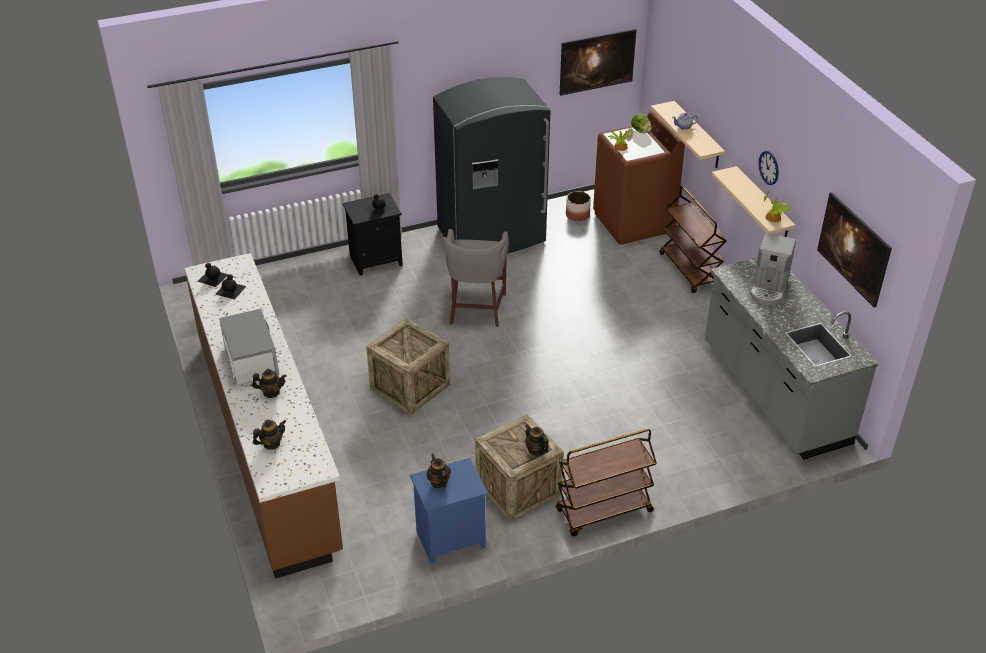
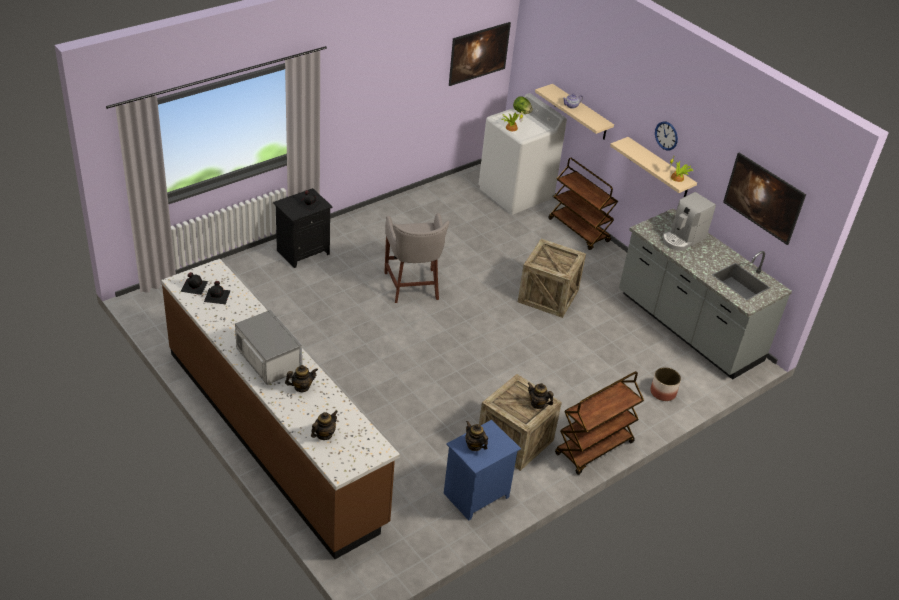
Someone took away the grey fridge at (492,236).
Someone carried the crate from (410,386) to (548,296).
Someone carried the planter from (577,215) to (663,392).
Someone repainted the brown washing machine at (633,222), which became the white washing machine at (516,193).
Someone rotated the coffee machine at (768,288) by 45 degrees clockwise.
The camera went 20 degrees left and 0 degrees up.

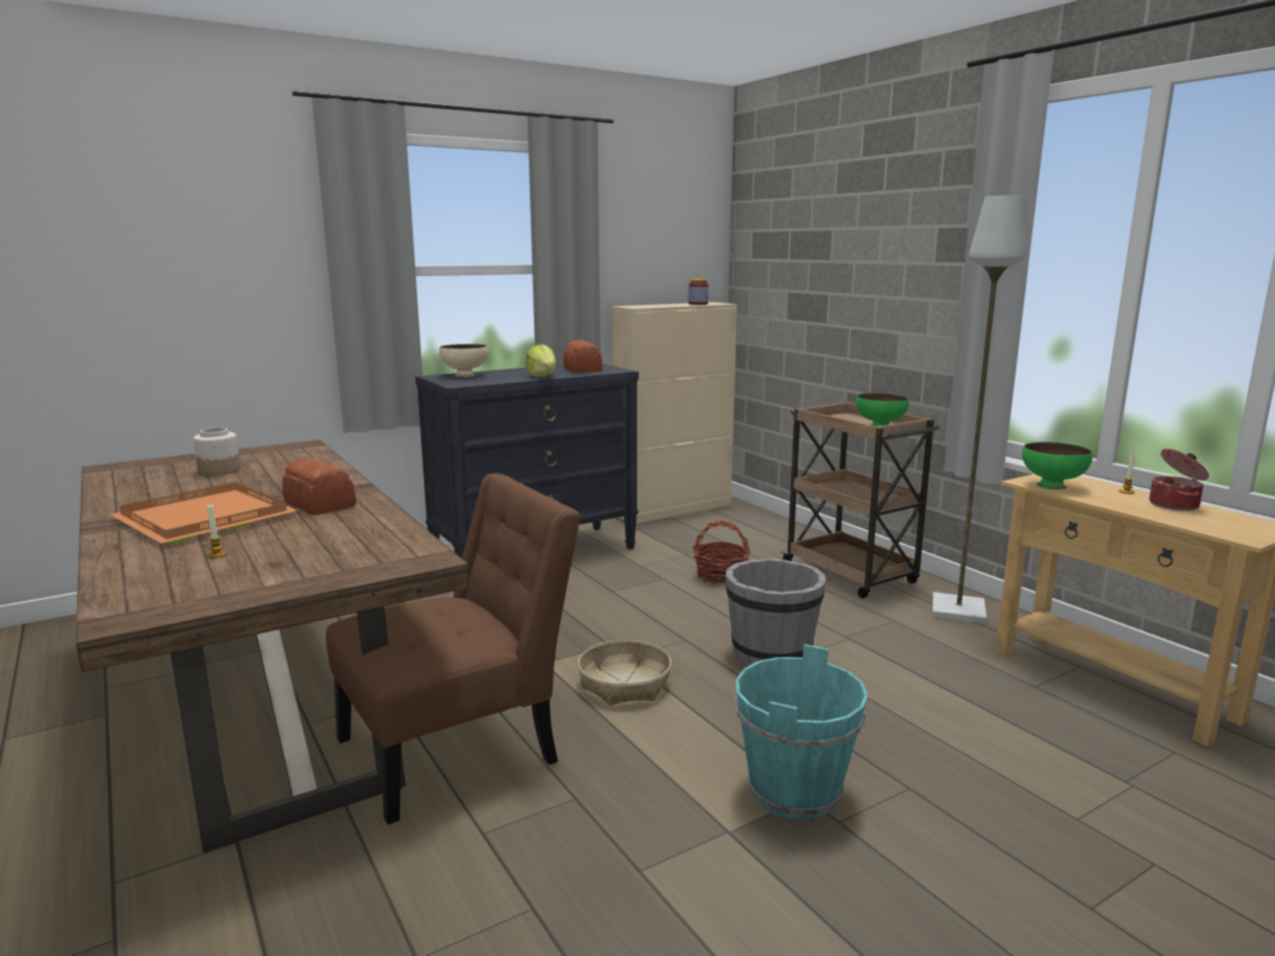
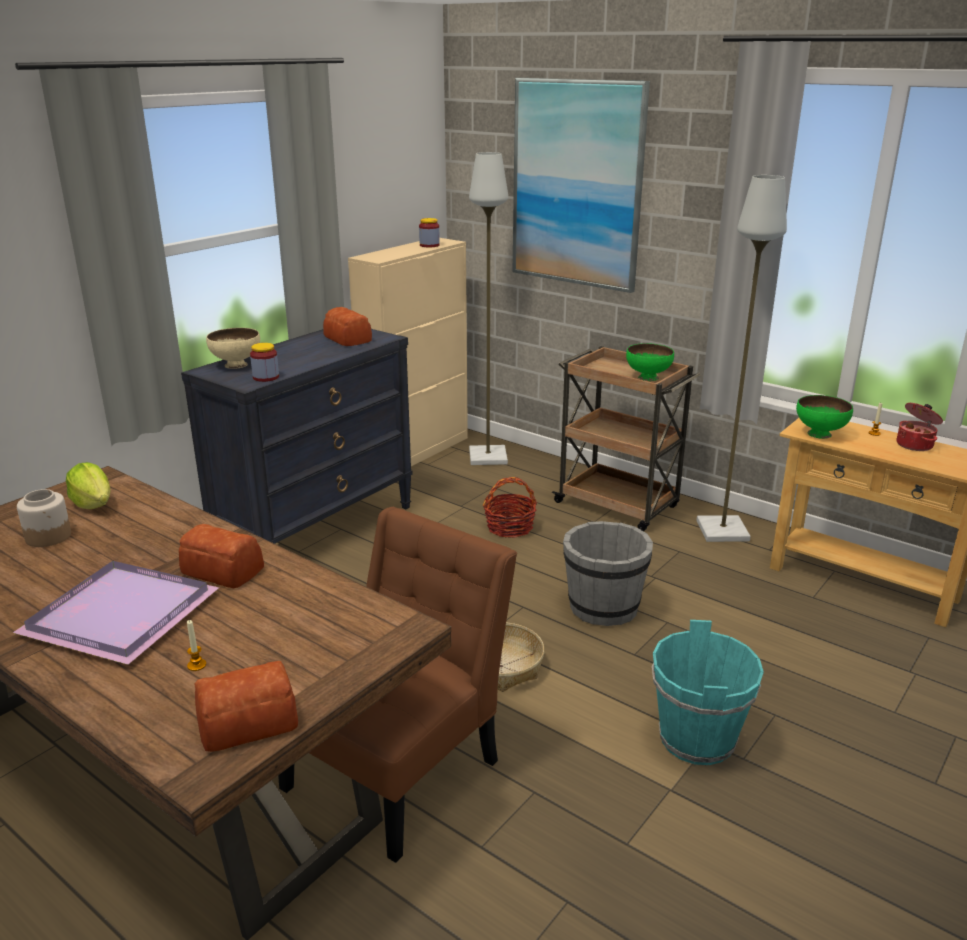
Someone put down the bread at (245,722).
Someone put down the jar at (266,377).
Someone put down the grey floor lamp at (487,457).
Someone put up the picture at (577,184).
Someone carried the lettuce from (542,376) to (93,504).
Someone repainted the orange tray at (206,517), which became the purple tray at (120,613).
The camera went 20 degrees left and 10 degrees up.

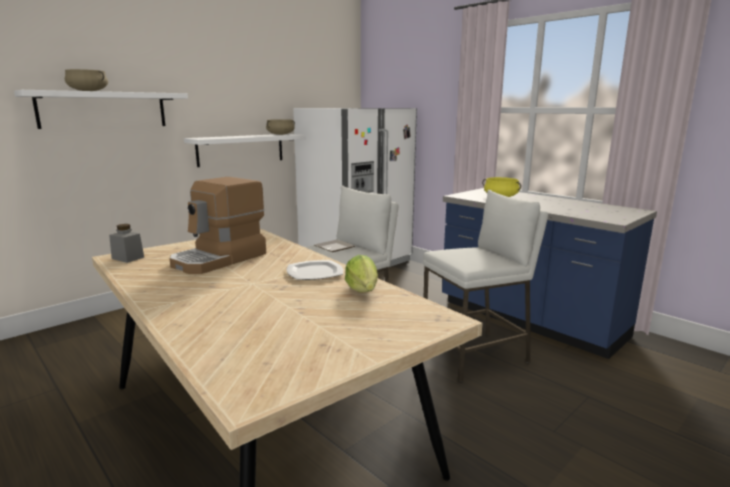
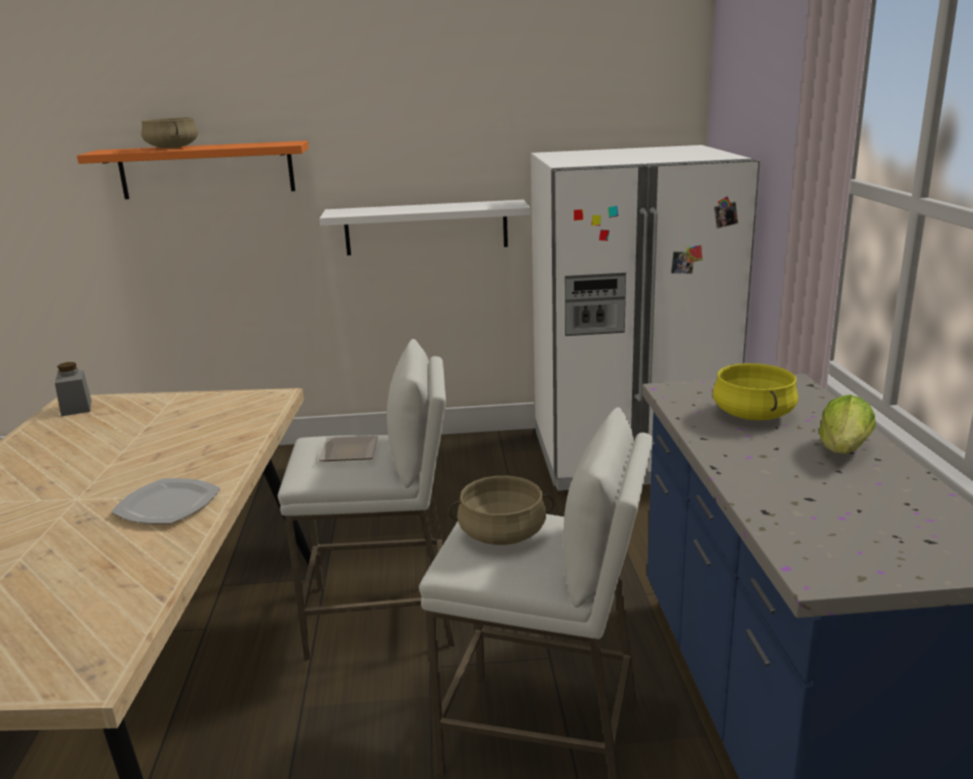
Someone took away the coffee machine at (220,259).
Someone carried the beige cooking pot from (280,134) to (502,534).
Someone carried the lettuce from (363,290) to (843,450).
Someone repainted the white shelf at (104,110), which became the orange shelf at (207,170).
The camera went 40 degrees right and 5 degrees up.

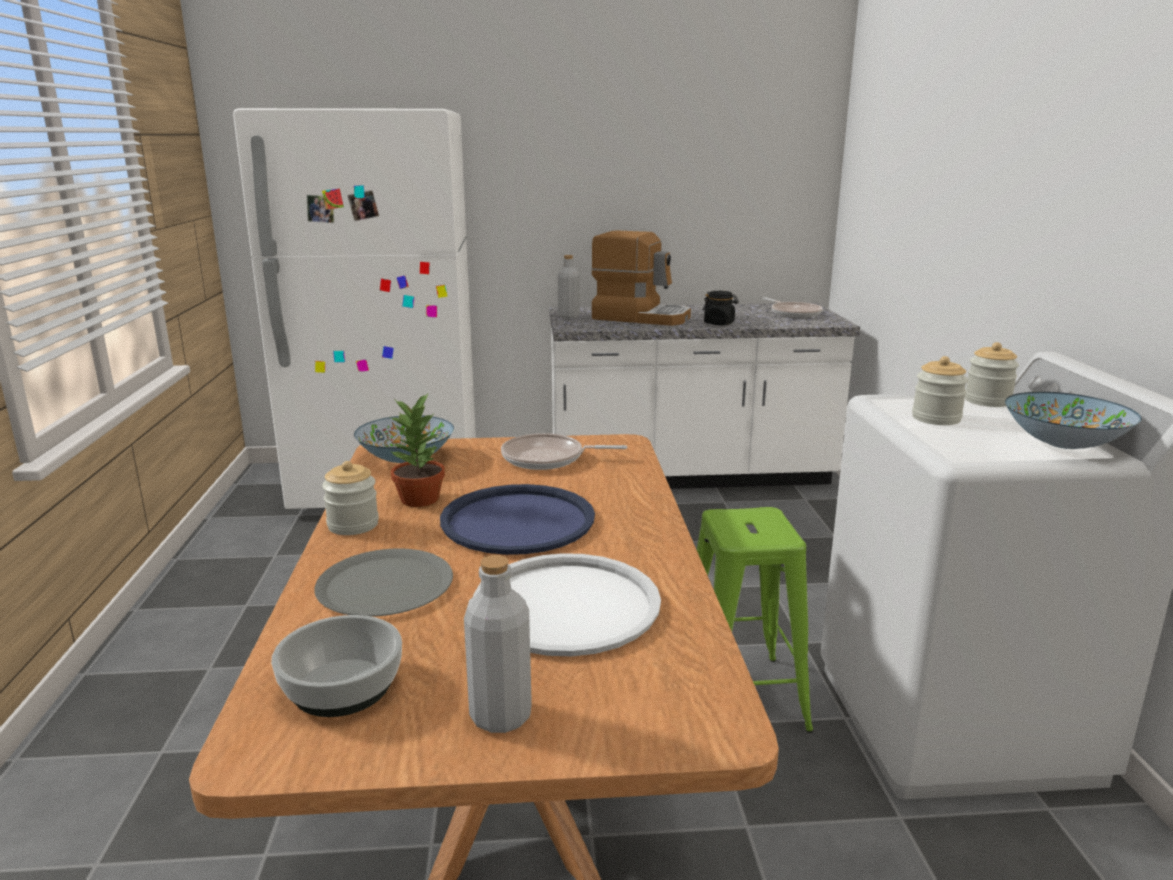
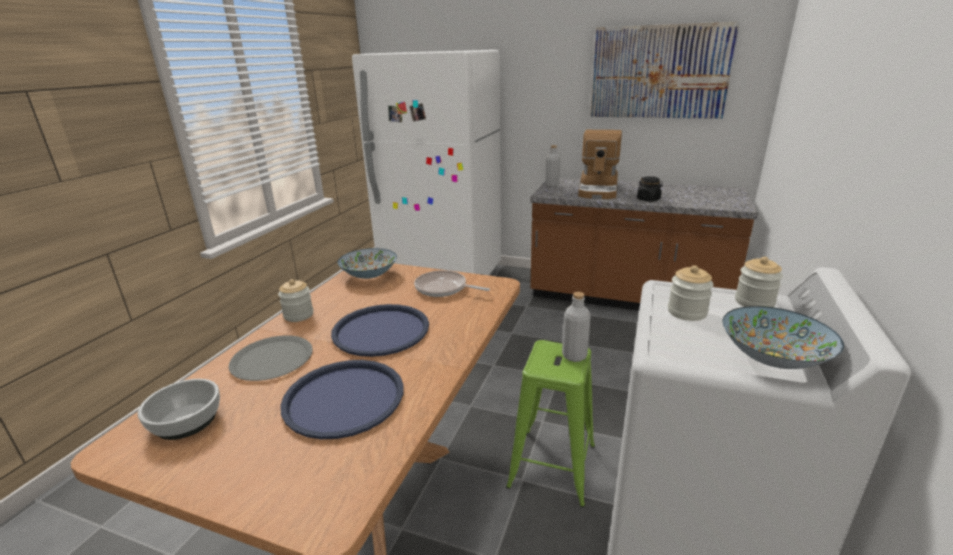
Someone took away the potted plant at (421,499).
Someone took away the frying pan at (793,313).
Someone put up the picture at (659,72).
Someone carried the grey bottle from (500,716) to (574,356).
Someone repainted the white tray at (566,605), which became the blue tray at (344,398).
Someone repainted the white counter at (689,475), which became the brown counter at (626,298).
Someone rotated the coffee machine at (641,317) by 60 degrees clockwise.
The camera went 25 degrees right and 5 degrees up.

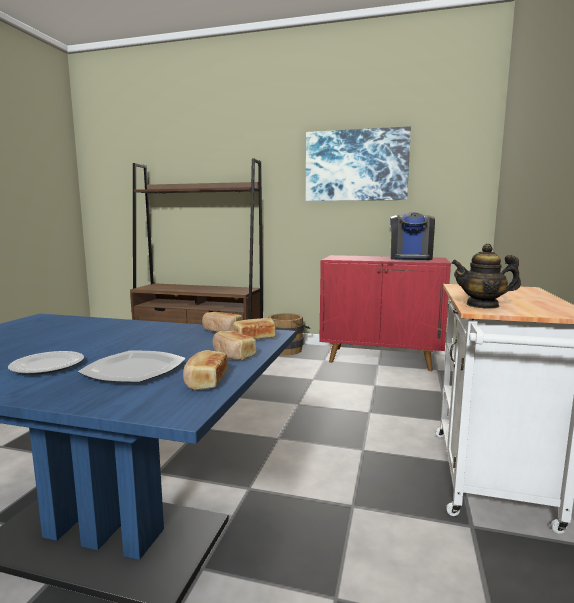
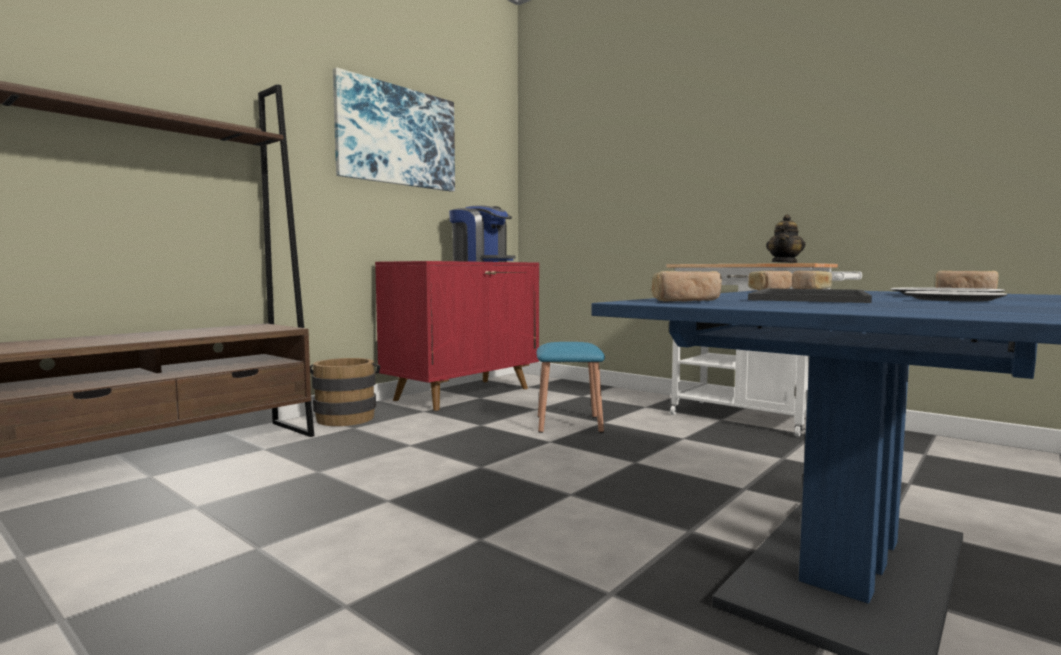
Someone put down the blue stool at (569,424).
Someone put down the tray at (806,297).
Someone carried the bread from (233,355) to (686,300).
The camera went 65 degrees left and 5 degrees down.

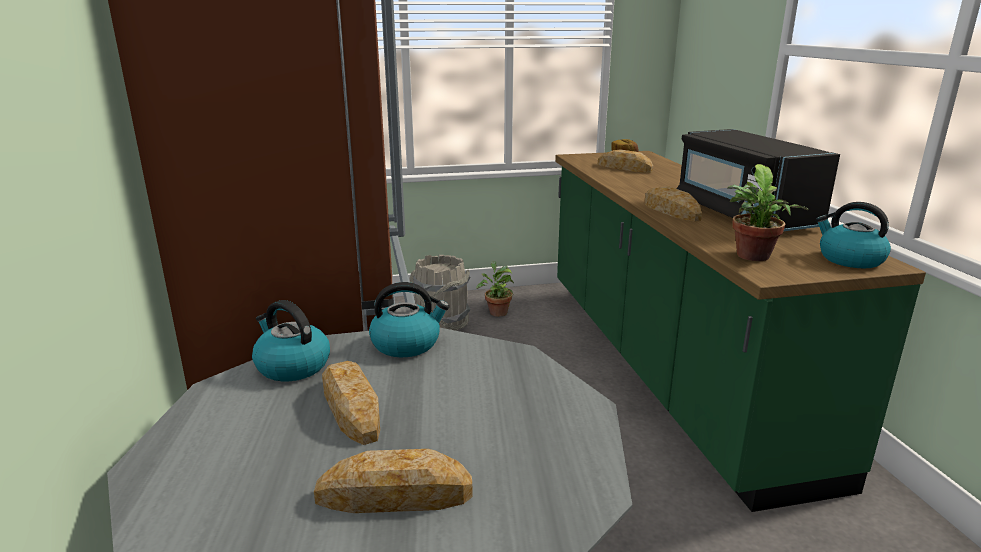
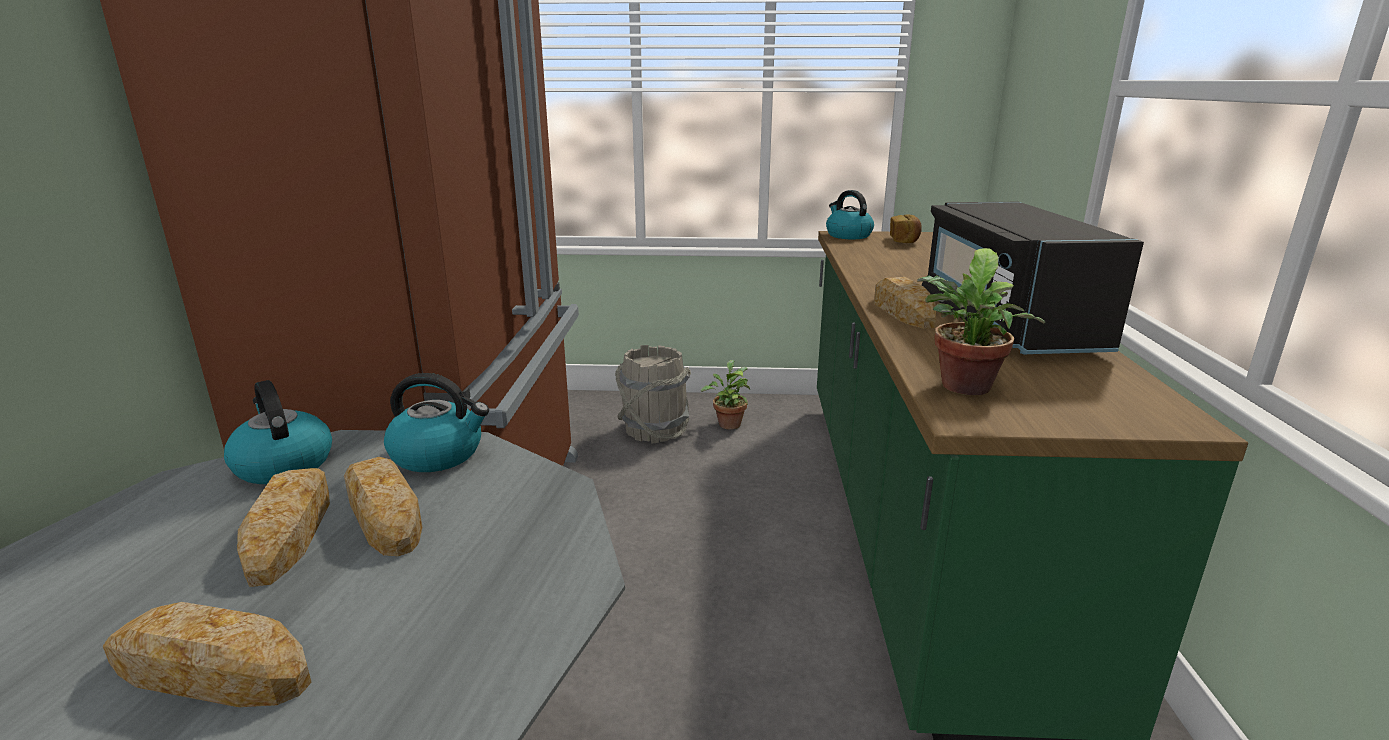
Someone carried the bread from (624,167) to (384,513).
Someone carried the kettle from (849,259) to (847,235).
The camera went 15 degrees right and 0 degrees up.

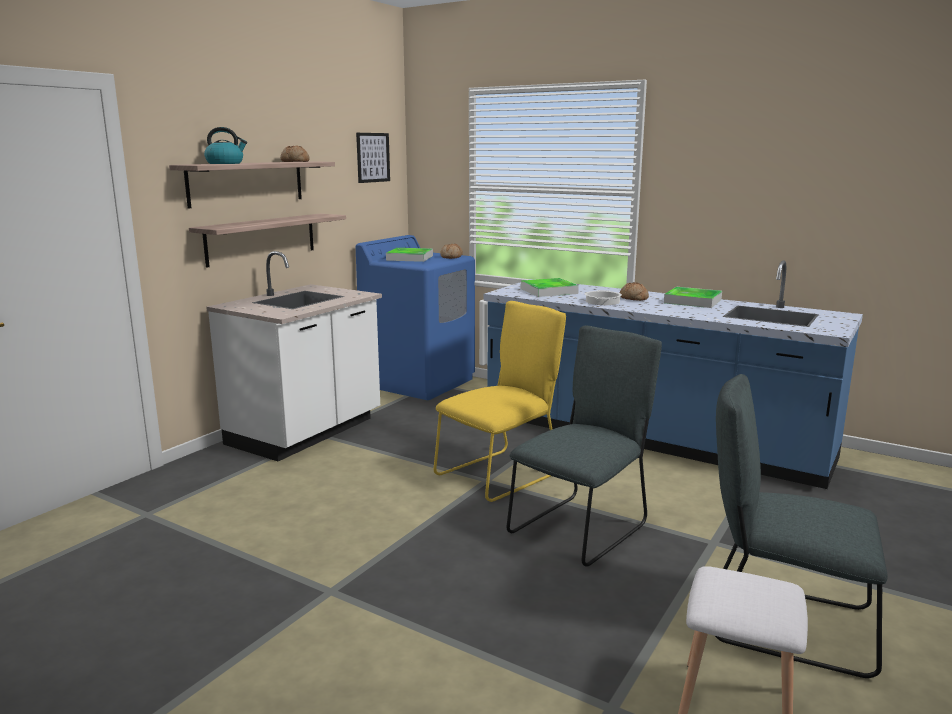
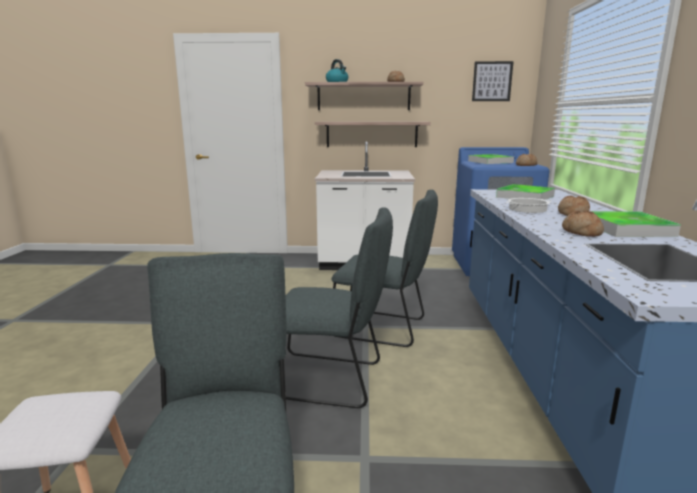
Someone put down the bread at (581,232).
Someone repainted the yellow chair at (501,473), which became the grey chair at (382,328).
The camera went 60 degrees right and 0 degrees up.

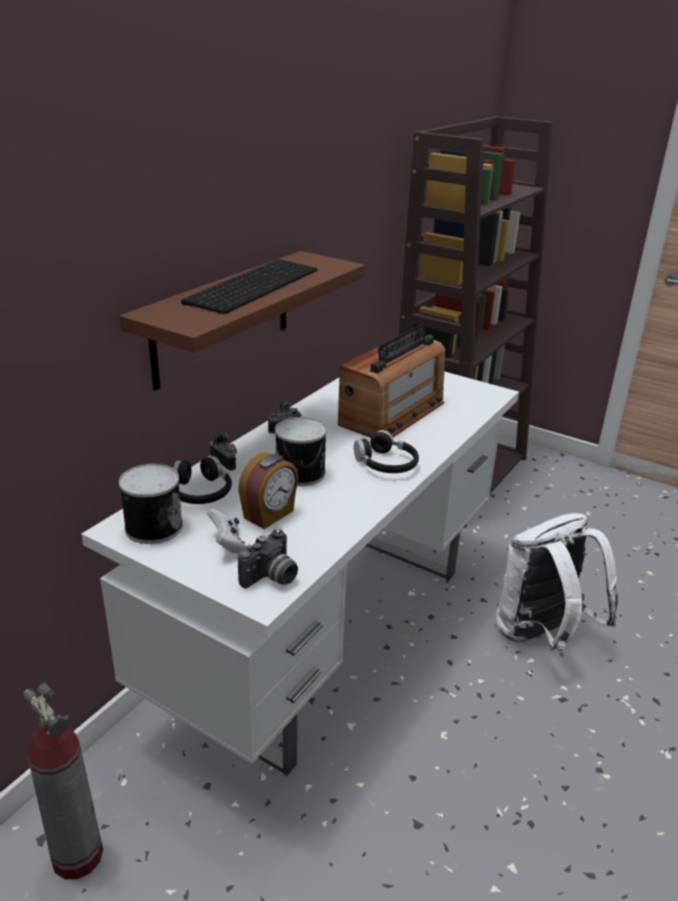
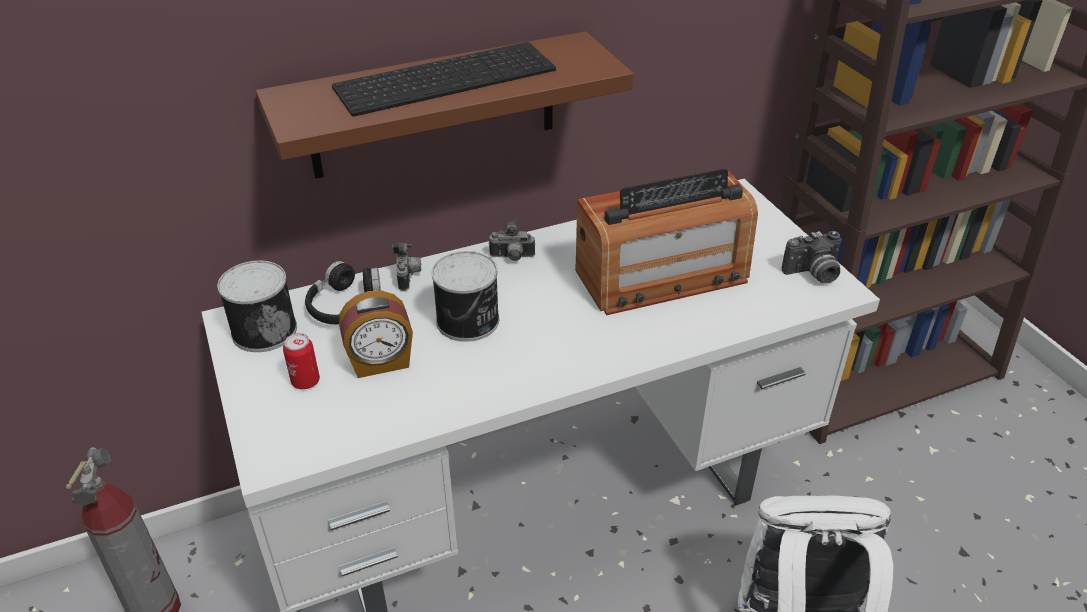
Someone took away the black headphones at (386,464).
Someone carried the photo camera from (271,578) to (813,274).
Someone swapped the white game controller at (227,544) for the can at (305,381).
The camera went 35 degrees right and 10 degrees up.

